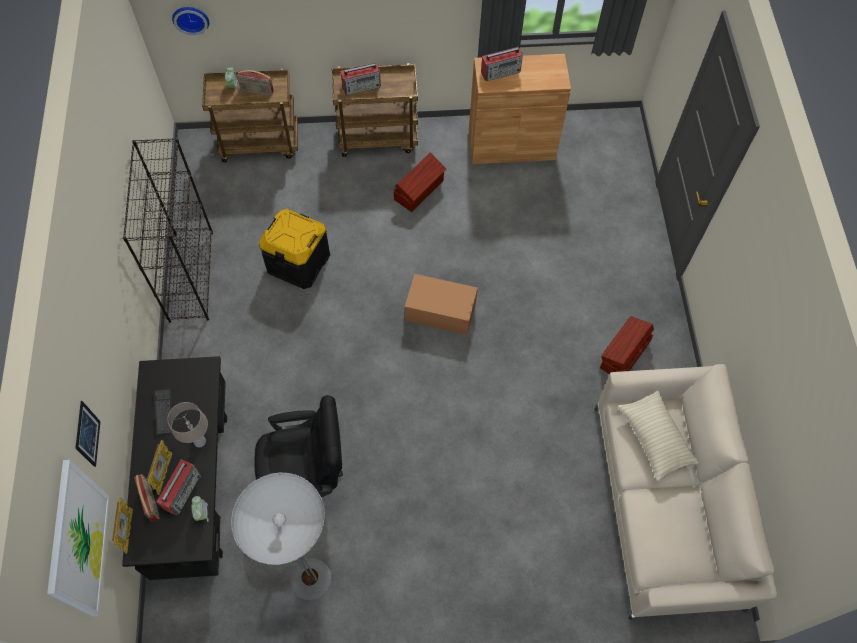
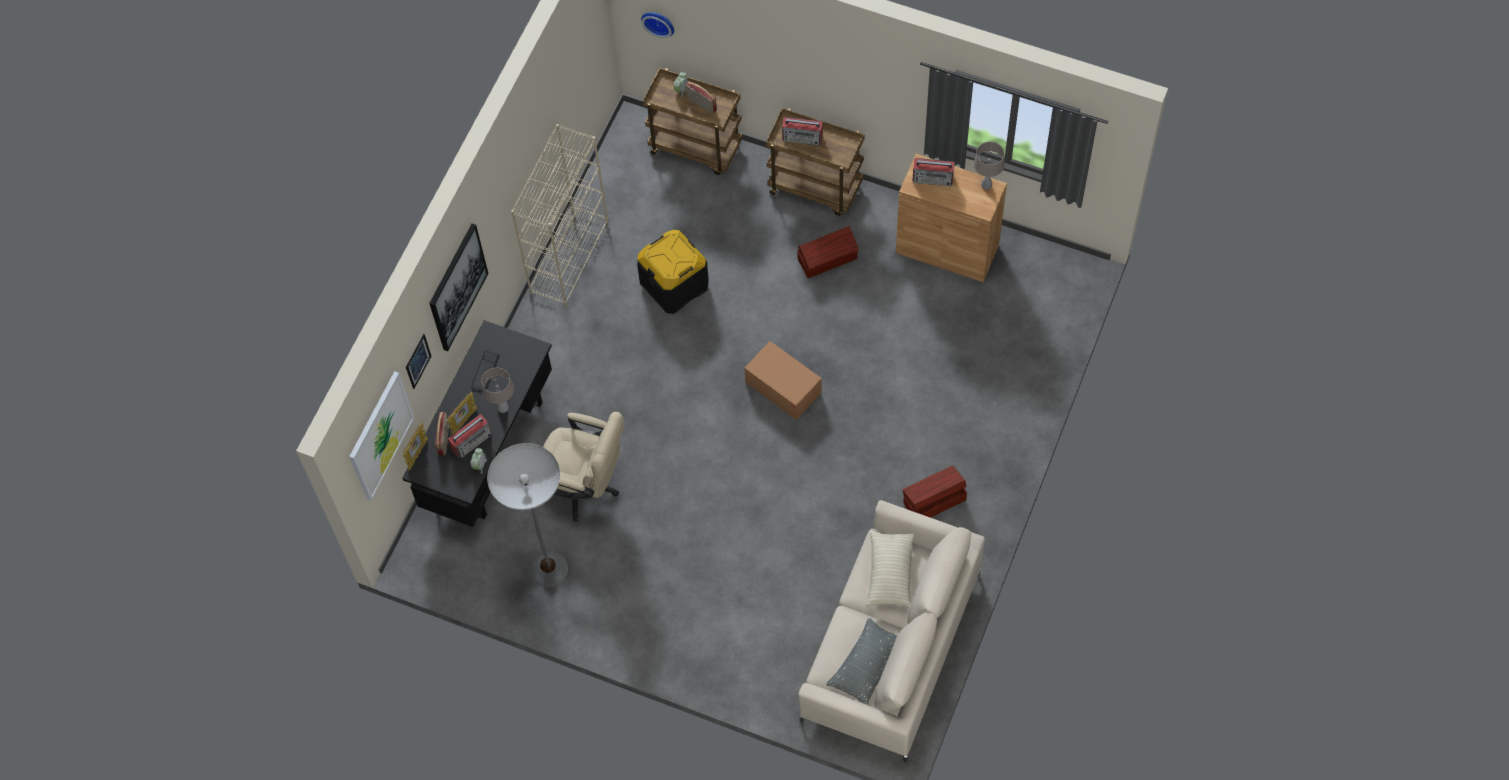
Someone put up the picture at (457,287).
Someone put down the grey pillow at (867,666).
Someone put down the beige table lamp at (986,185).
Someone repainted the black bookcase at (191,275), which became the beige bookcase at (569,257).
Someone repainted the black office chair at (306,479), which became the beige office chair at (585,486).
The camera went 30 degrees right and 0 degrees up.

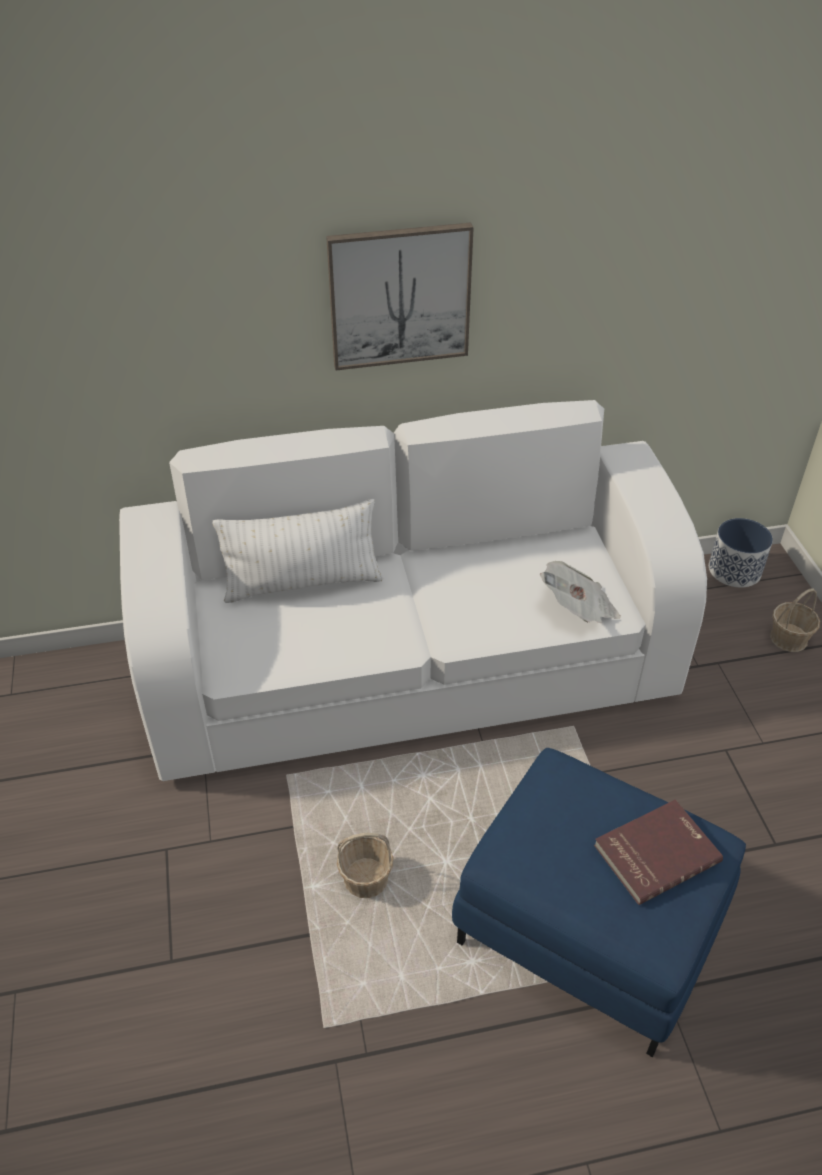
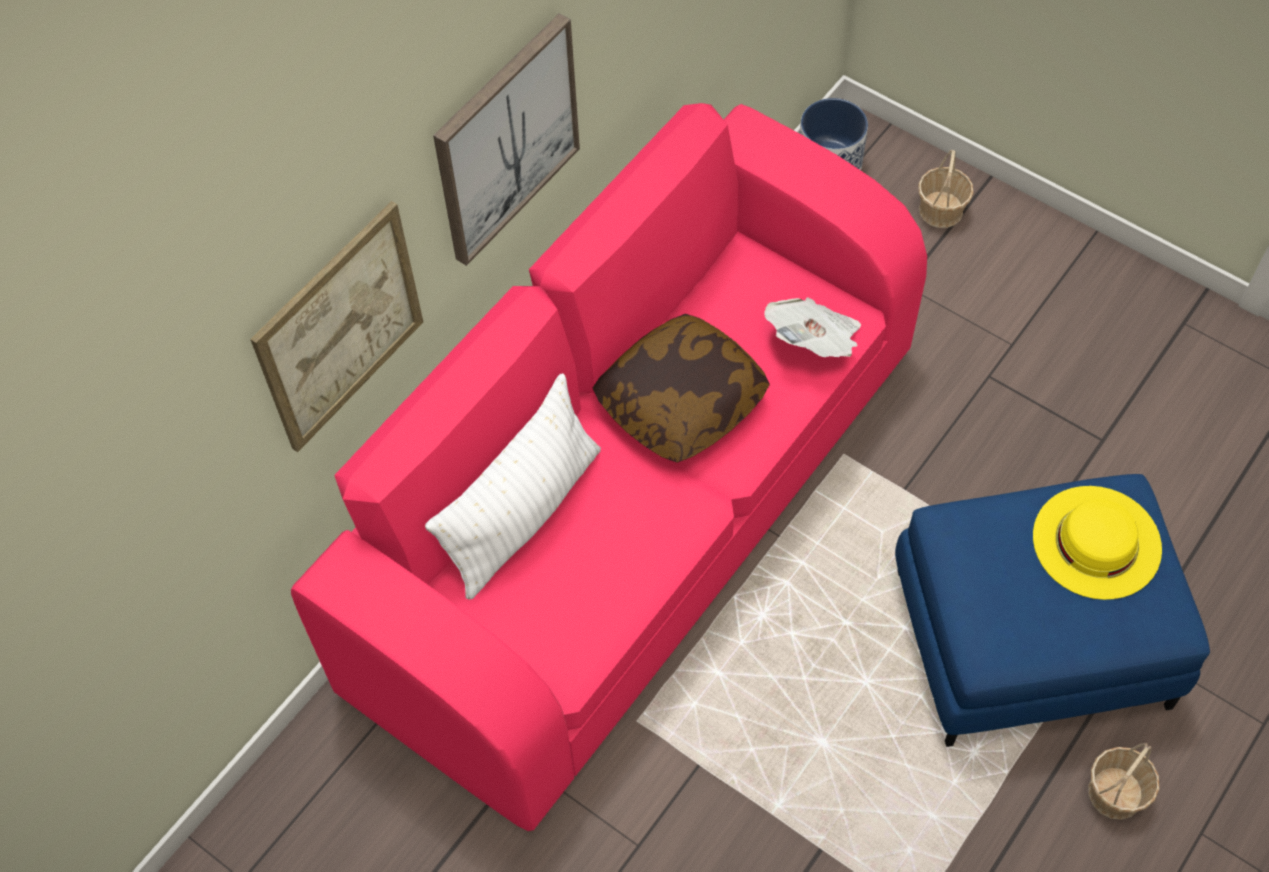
Someone put up the picture at (340,328).
Someone put down the pillow at (681,402).
Someone carried the basket from (366,879) to (1115,793).
Someone swapped the red book at (655,852) for the yellow hat at (1096,542).
Someone repainted the white sofa at (412,670), which became the pink sofa at (637,511).
The camera went 40 degrees left and 15 degrees up.

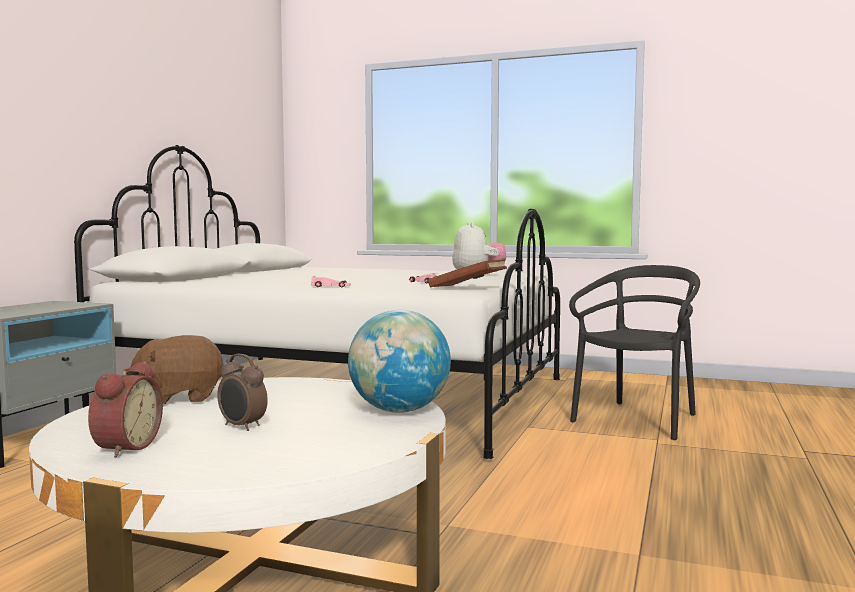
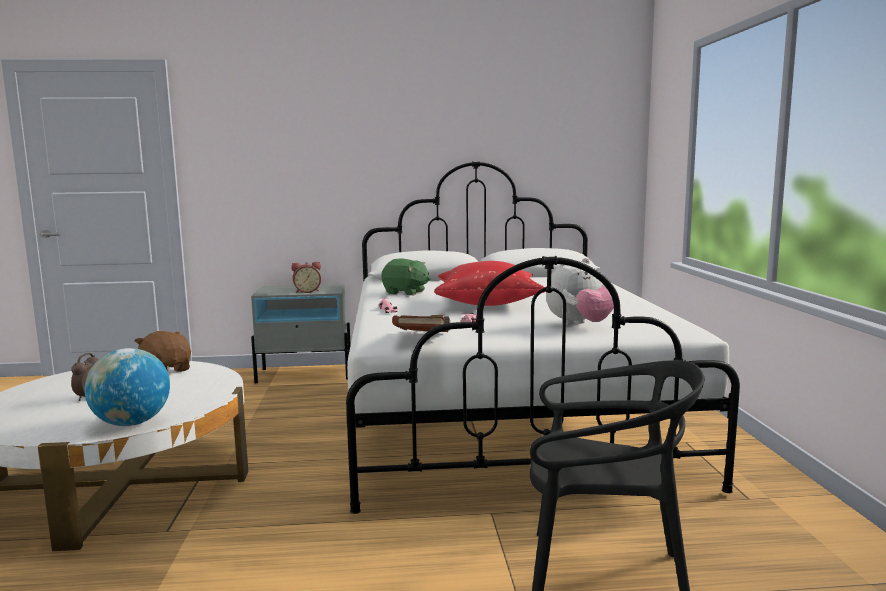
Someone put down the green plush toy at (405,292).
Someone put down the red pillow at (487,303).
Someone carried the alarm clock from (124,447) to (307,291).
The camera went 65 degrees right and 5 degrees up.

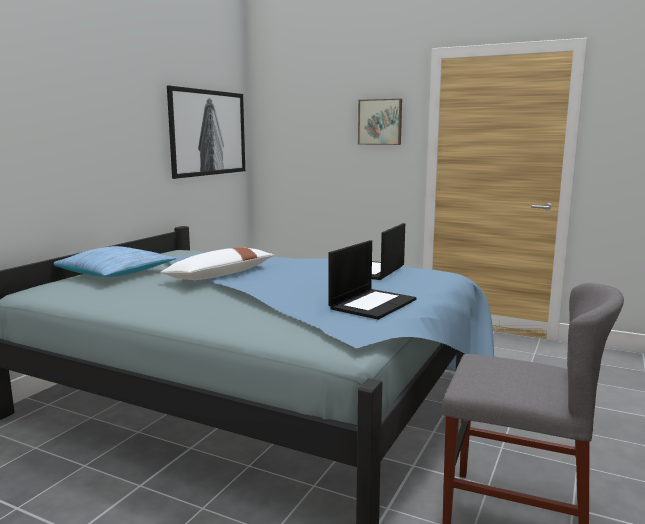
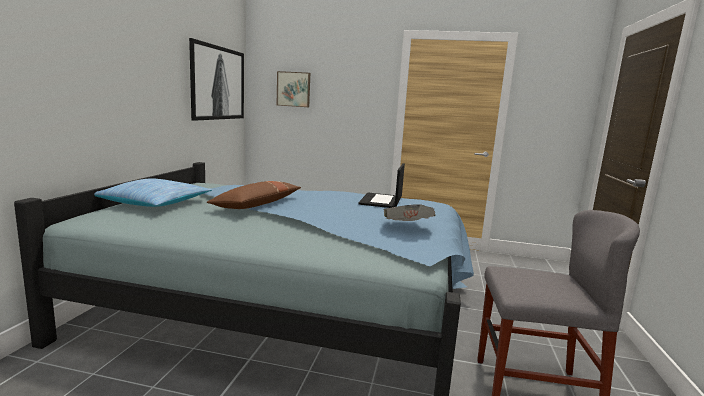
Someone carried the picture from (380,122) to (294,89).
Someone swapped the laptop at (372,304) for the newspaper at (407,228).
Someone repainted the white pillow at (220,275), which became the brown pillow at (257,205).
The camera went 15 degrees left and 0 degrees up.

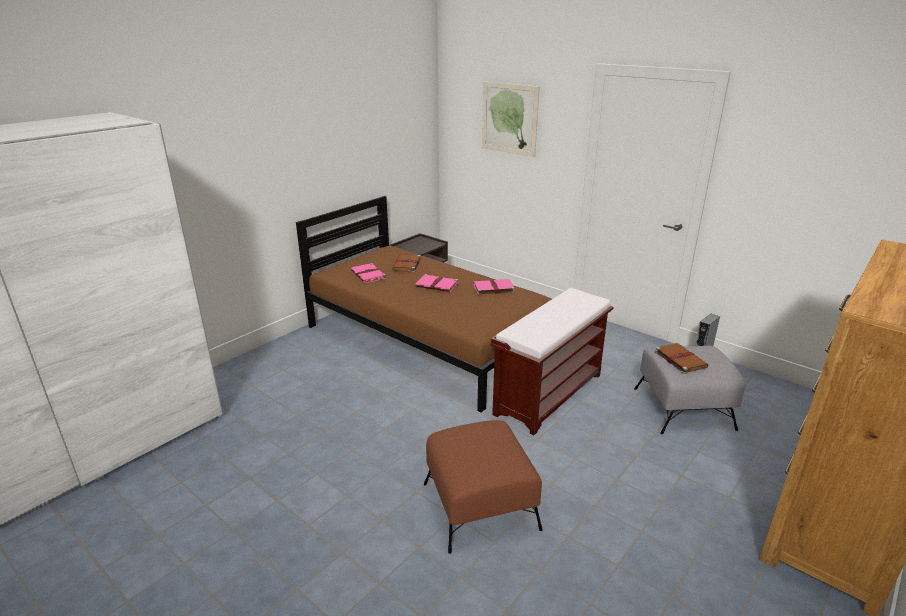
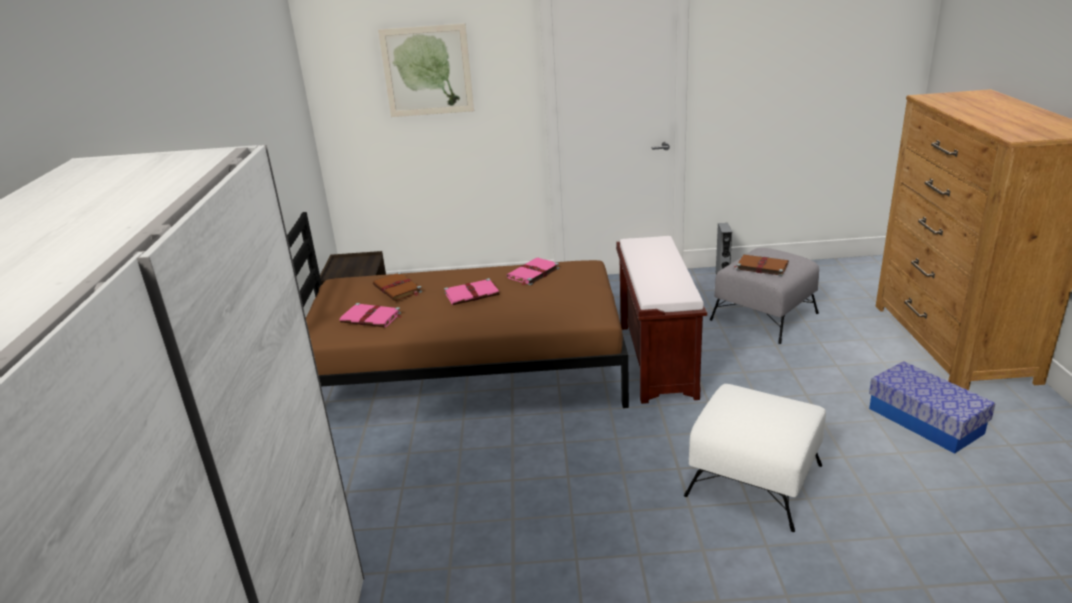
Someone put down the storage box at (925,421).
Someone repainted the brown ottoman at (480,506), which became the white ottoman at (755,480).
The camera went 40 degrees left and 0 degrees up.

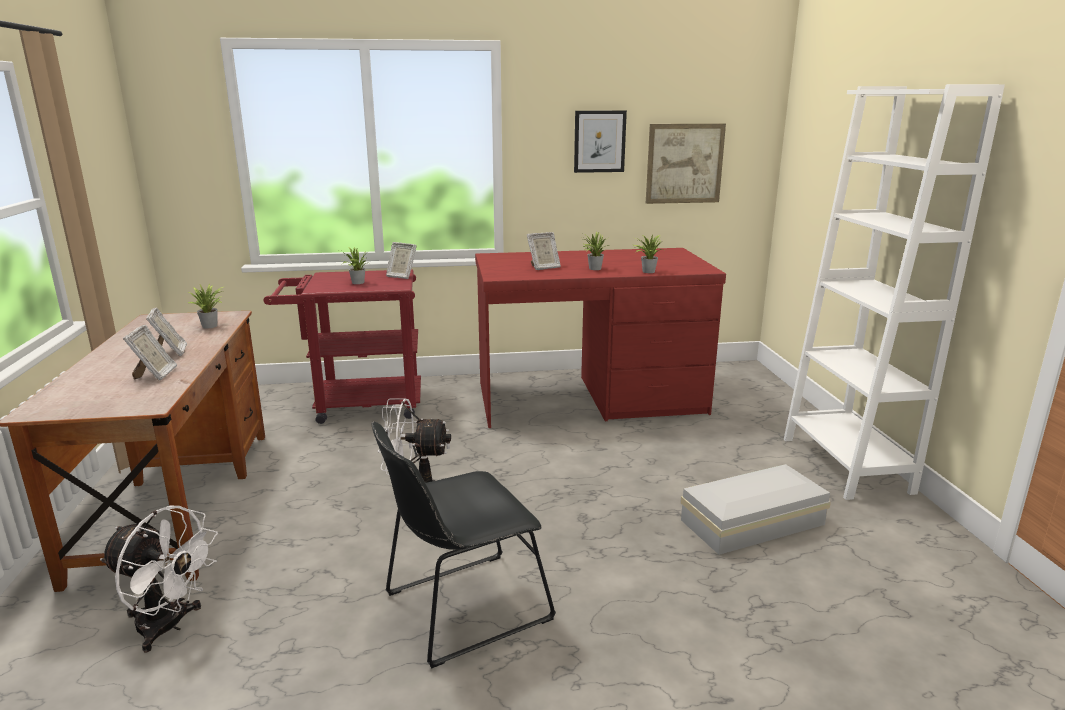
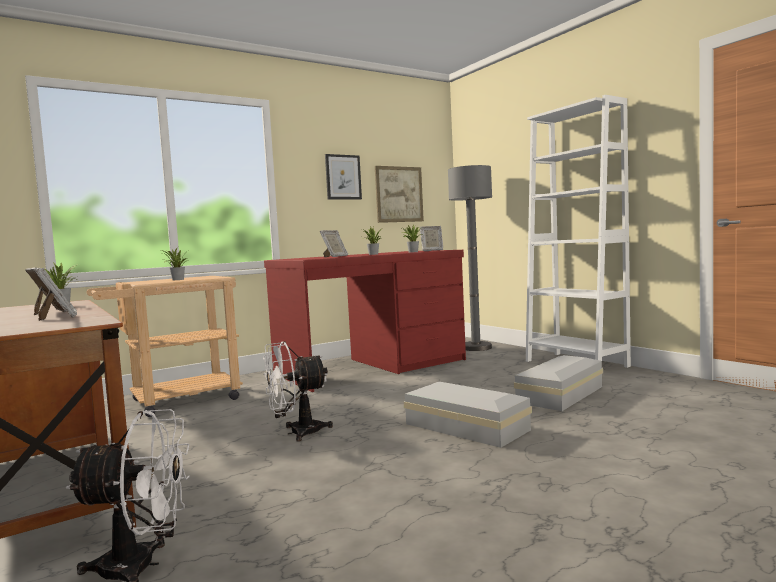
Someone took away the black chair at (461,609).
Someone put down the white storage box at (465,426).
Someone put down the grey floor lamp at (476,347).
Someone carried the picture frame from (401,276) to (431,250).
Someone repainted the red cart at (358,405), which became the beige cart at (175,401).
The camera went 25 degrees left and 15 degrees down.

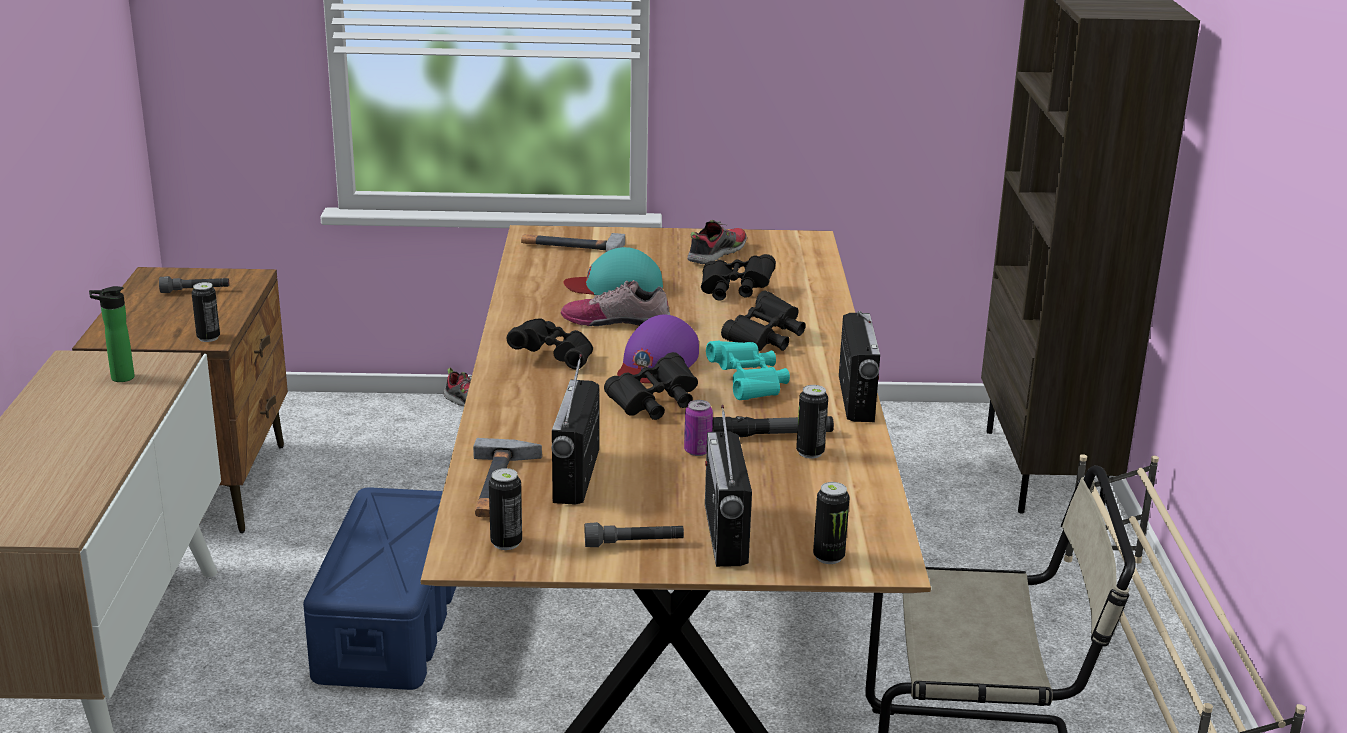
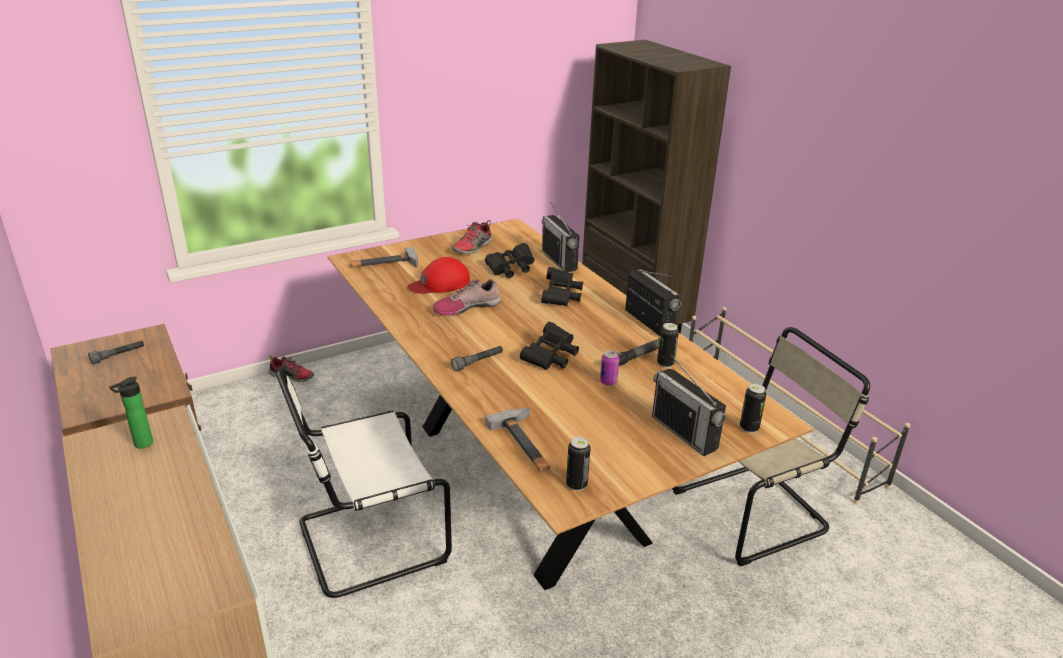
Someone took away the can at (208,338).
Someone took away the black binoculars at (554,357).
Someone took away the purple cap at (656,362).
Someone took away the turquoise binoculars at (749,385).
Someone carried the radio from (576,476) to (559,260).
Someone carried the grey flashlight from (634,544) to (478,362).
Someone swapped the blue storage box at (391,621) for the white chair at (366,541).
Someone repainted the turquoise cap at (615,286), which became the red cap at (440,283).
Someone rotated the shoe at (716,254) by 150 degrees counterclockwise.
The camera went 30 degrees left and 5 degrees up.

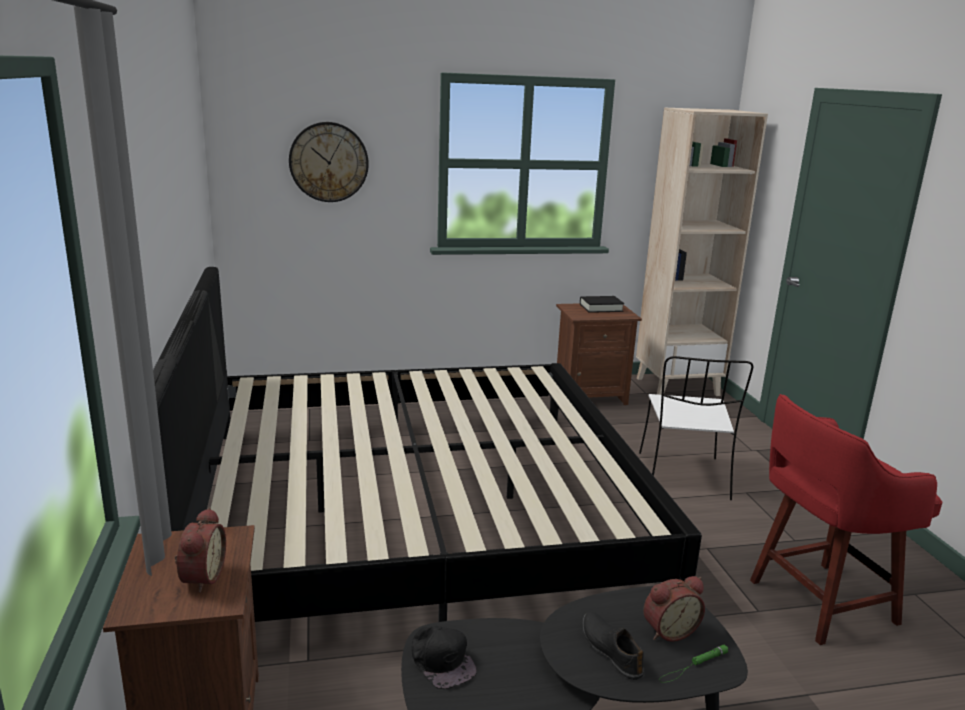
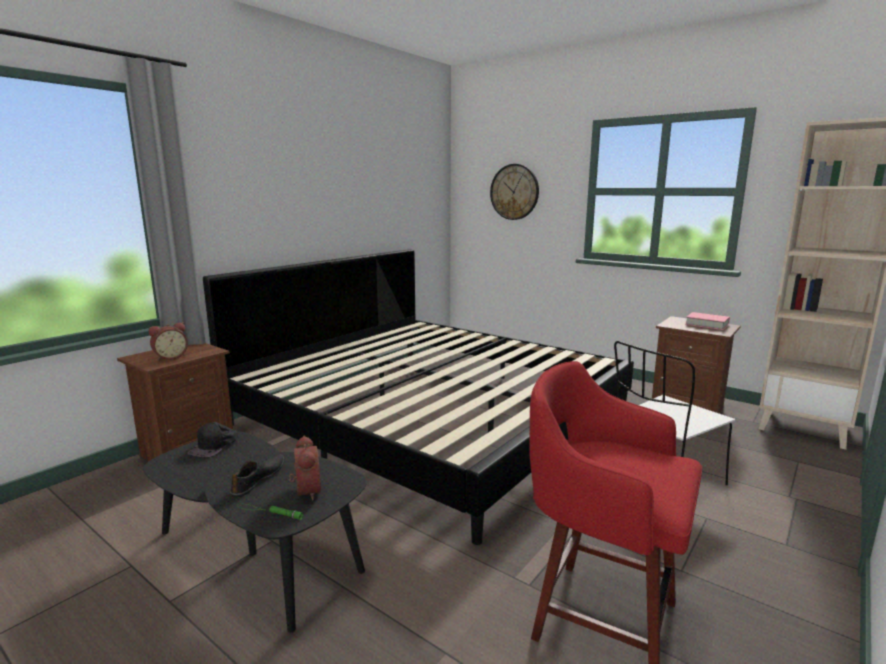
Someone repainted the black book at (601,308), which became the pink book at (707,324).
Someone rotated the alarm clock at (668,630) by 135 degrees counterclockwise.
The camera went 50 degrees right and 5 degrees down.

